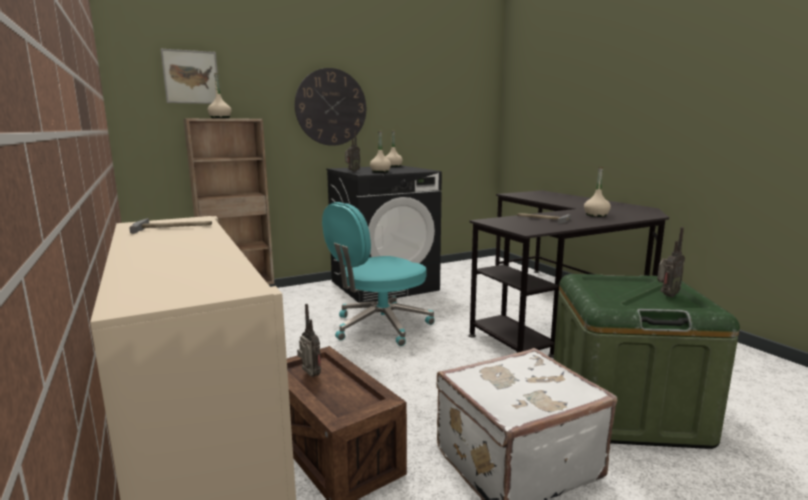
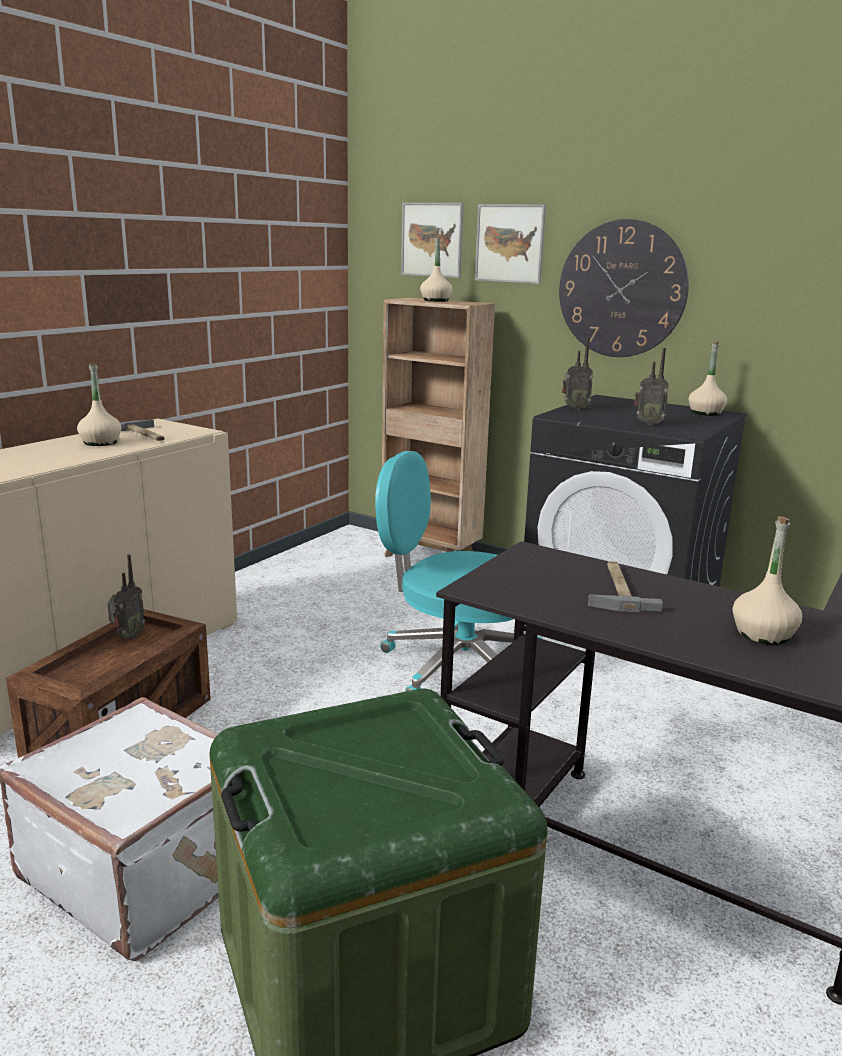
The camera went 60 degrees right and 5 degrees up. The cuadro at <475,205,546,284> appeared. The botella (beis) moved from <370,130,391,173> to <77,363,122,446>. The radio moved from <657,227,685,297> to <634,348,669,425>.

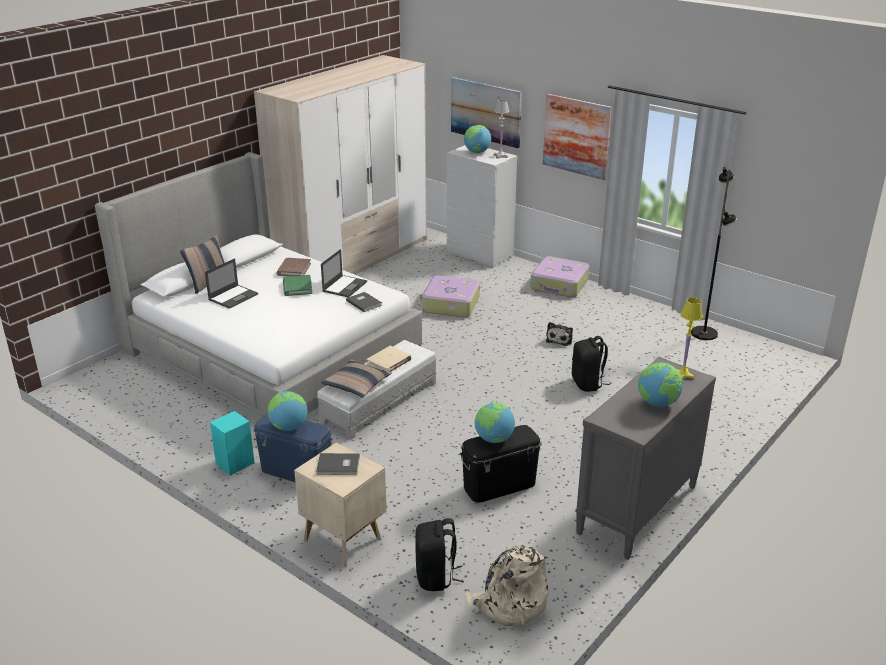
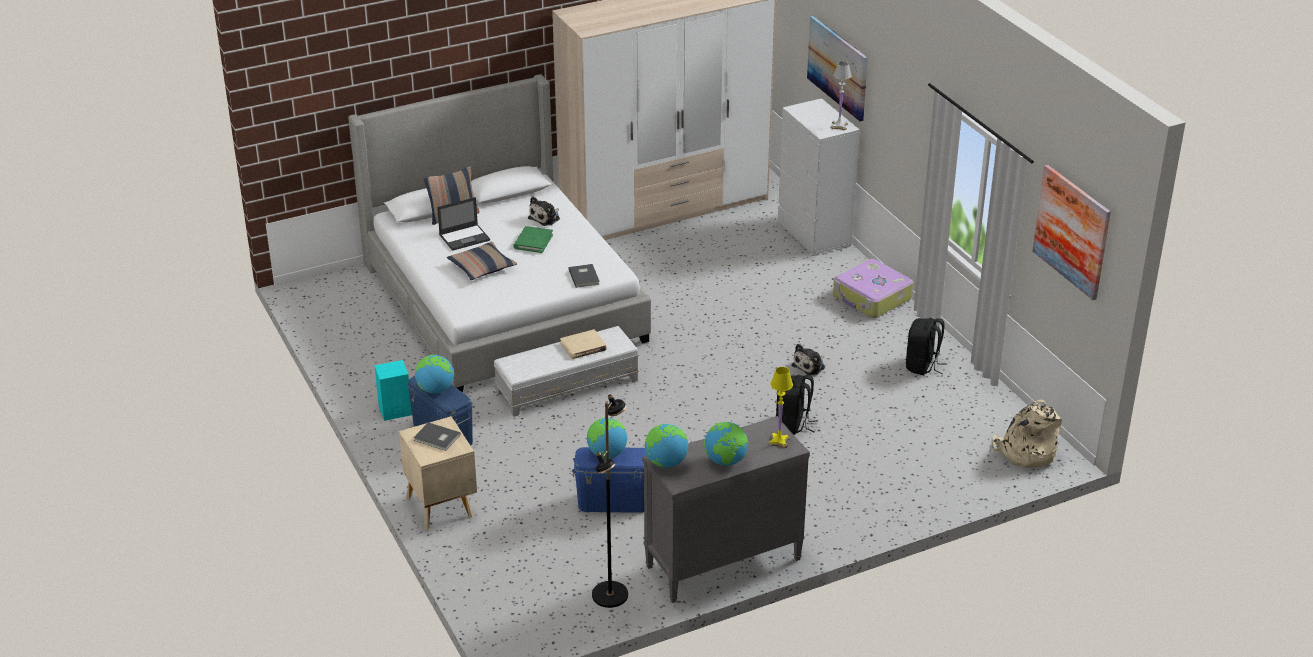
The camera went 25 degrees right and 5 degrees up. The portátil at <321,249,367,297> disappeared. The maleta at <420,275,480,317> disappeared. The cojín moved from <321,359,392,398> to <447,242,517,280>. The mochila (negro) moved from <415,518,464,591> to <906,318,947,375>. The globo terráqueo moved from <464,125,491,153> to <645,424,688,468>. The mochila (beis) moved from <466,542,549,627> to <992,399,1062,468>. The cuadro moved from <543,94,612,180> to <1033,165,1111,300>. The lámpara de pie (negro) moved from <691,167,737,340> to <592,394,628,608>. The libro (marrón) at <276,258,311,276> was replaced by the peluche at <528,196,560,226>. The caja de almacenaje (negro) at <460,425,542,503> became the caja de almacenaje (azul) at <572,447,647,513>.

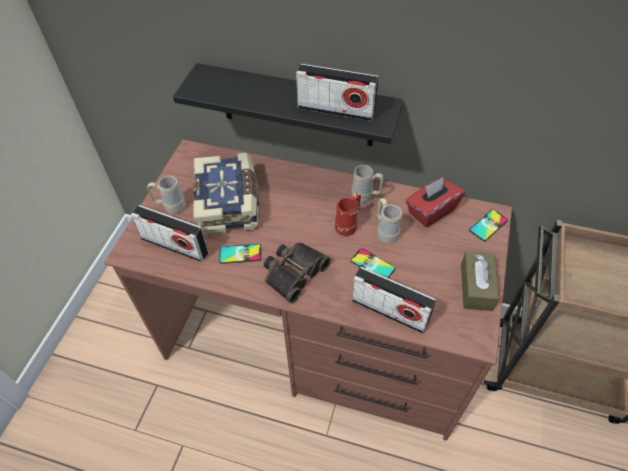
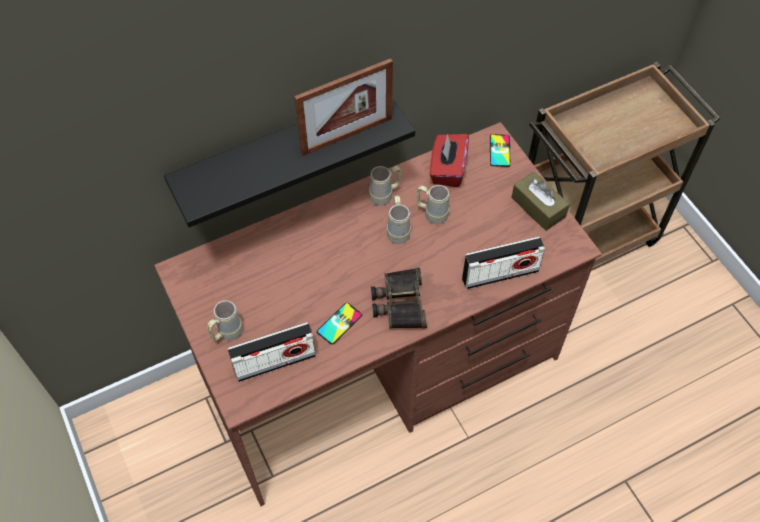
The camera went 45 degrees left and 5 degrees up. The libro at <193,153,259,235> disappeared. The móvil at <351,248,396,278> disappeared. The radio at <296,64,379,121> was replaced by the portarretratos at <294,58,393,156>. The taza grande (rojo) at <335,192,361,236> became the taza grande (beis) at <387,196,411,244>.

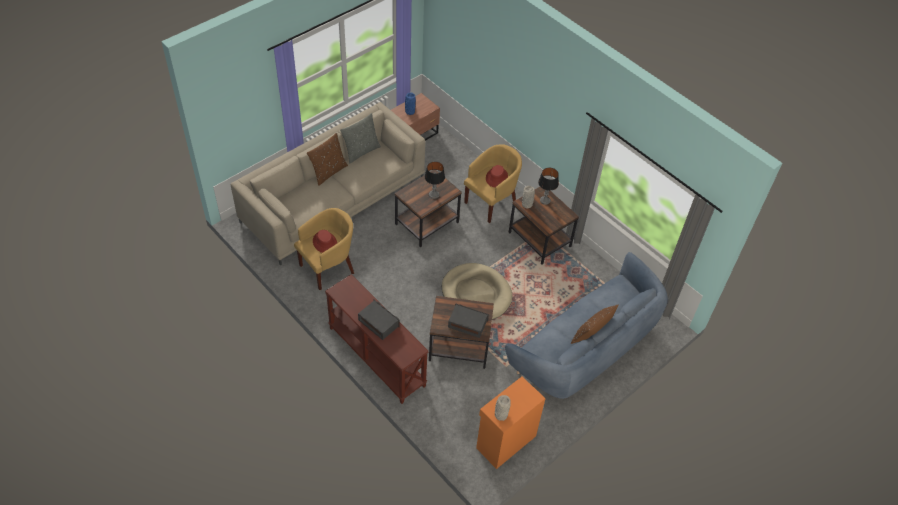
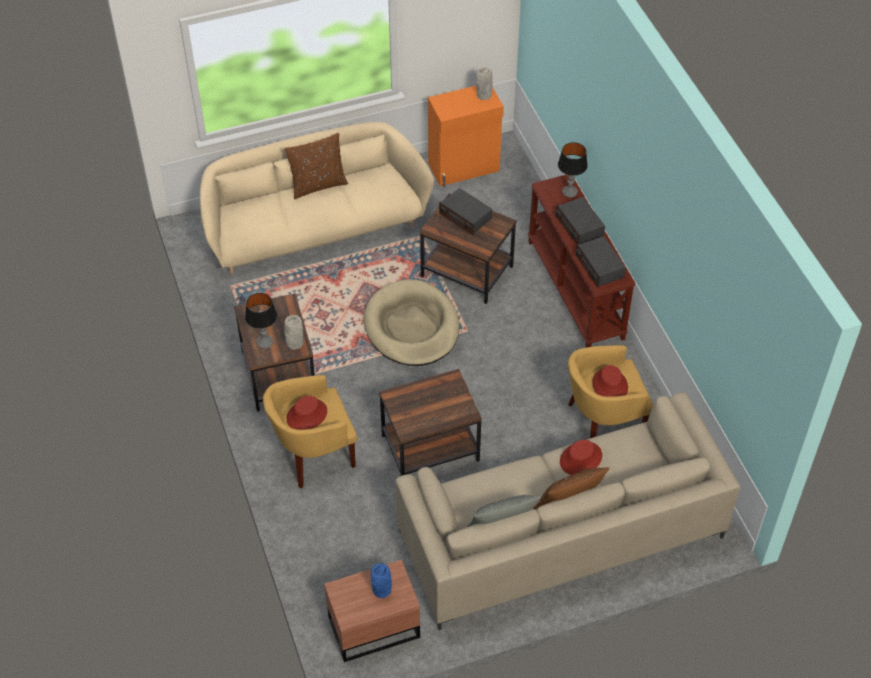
The camera went 155 degrees left and 0 degrees up. The sombrero (rojo) at <560,440,602,475> appeared. The radio at <576,236,626,288> appeared. The lámpara de mesa moved from <425,162,445,199> to <558,142,588,198>. The sofá (azul) at <505,252,668,399> became the sofá (beis) at <200,122,434,274>.

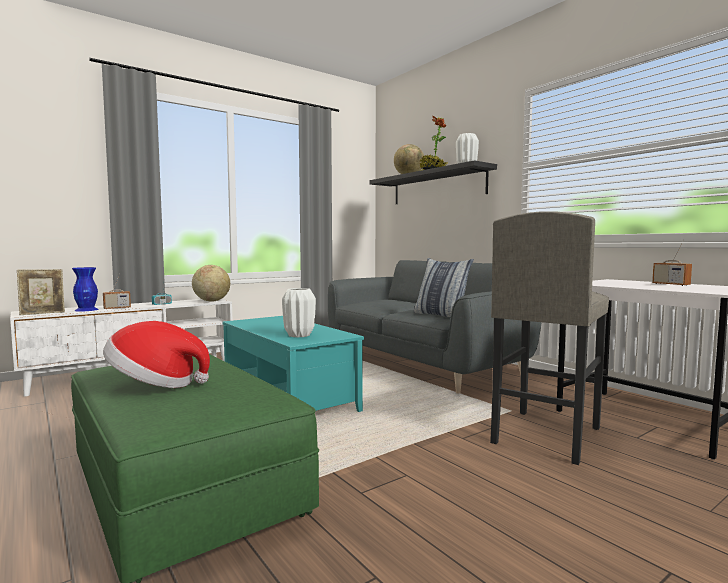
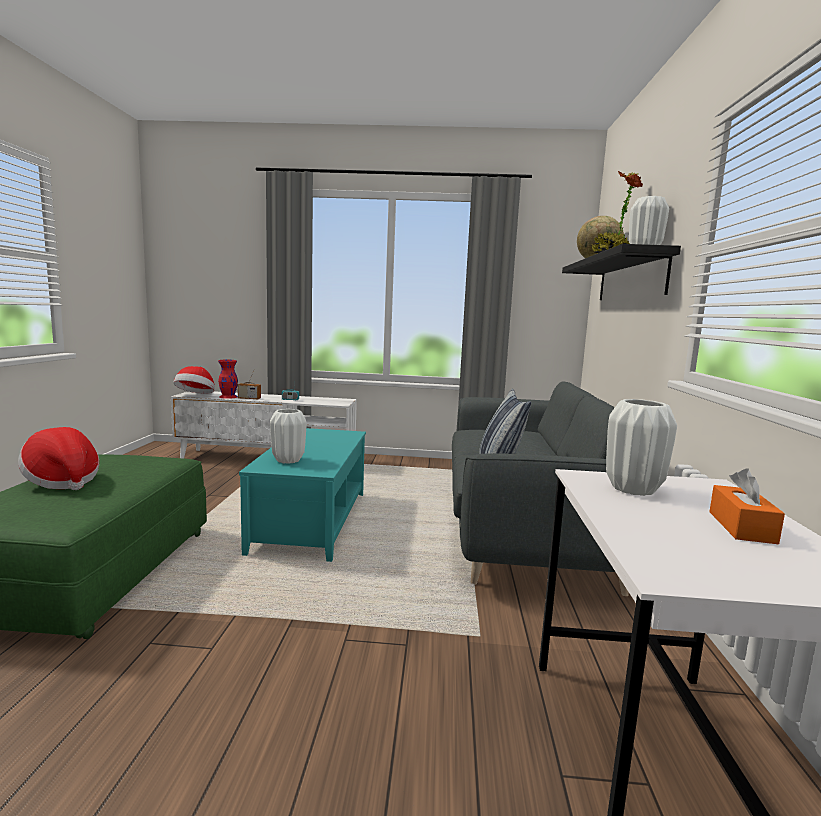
The camera went 40 degrees right and 5 degrees up. The globo terráqueo at <192,265,230,302> disappeared. The taburete (gris) at <490,211,609,465> disappeared. The florero (blanco) at <606,399,677,496> appeared. The portarretratos at <17,269,65,315> was replaced by the sombrero at <174,366,215,394>. The radio at <652,240,692,286> was replaced by the caja de pañuelos (naranja) at <709,468,785,544>. The florero (azul) at <72,267,99,312> became the florero (rojo) at <218,360,238,399>.

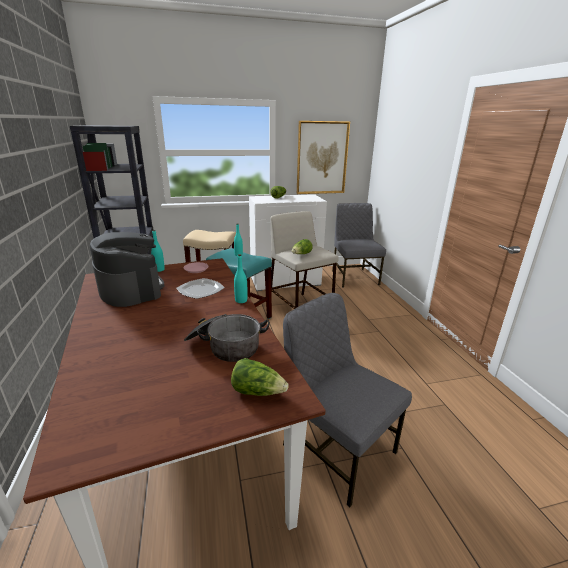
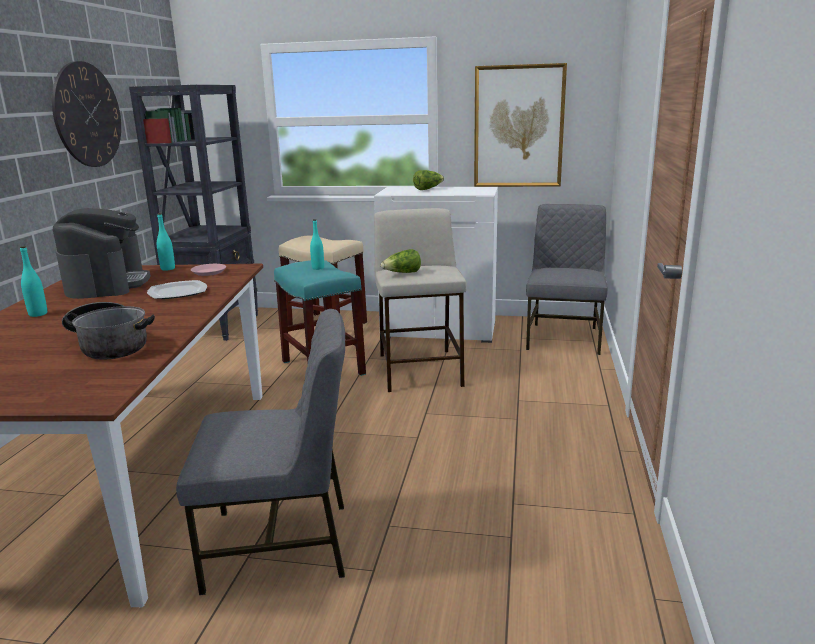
The camera went 25 degrees right and 5 degrees down. The lechuga at <231,358,289,396> disappeared. The reloj de pared at <52,61,121,167> appeared. The botella (turquesa) moved from <234,254,248,303> to <20,246,47,317>. The silla (gris) at <283,293,412,507> turned 105 degrees clockwise.

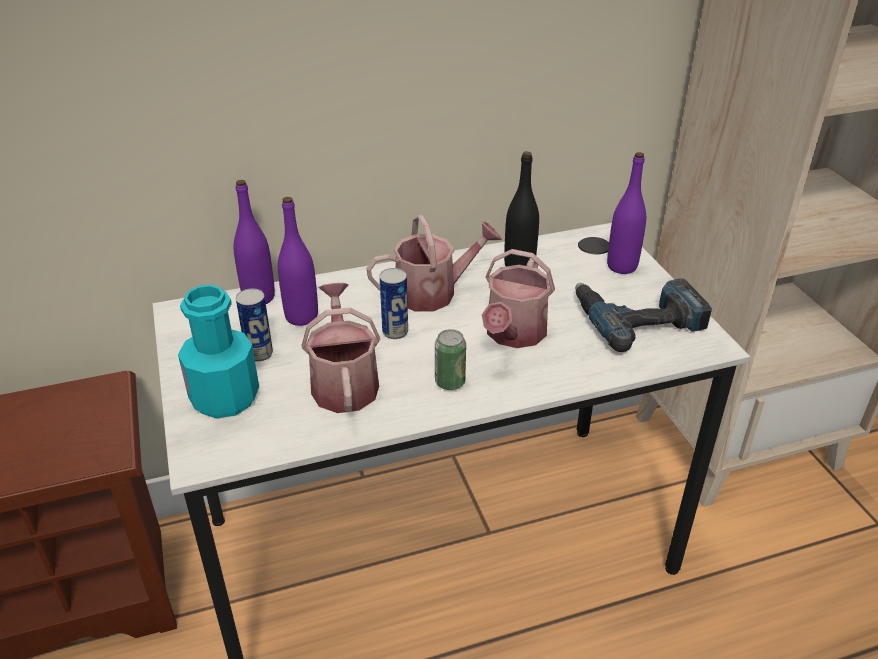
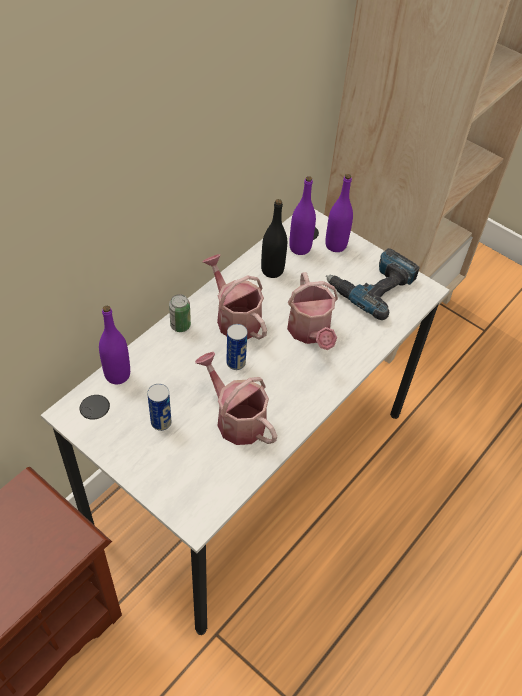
The camera went 35 degrees left and 15 degrees up. The botella (turquesa) at <178,285,259,419> disappeared. The botella (morado) moved from <278,197,318,326> to <289,176,316,255>. The lata moved from <435,329,466,390> to <169,294,191,332>. The regadera at <366,215,502,312> turned 75 degrees counterclockwise.

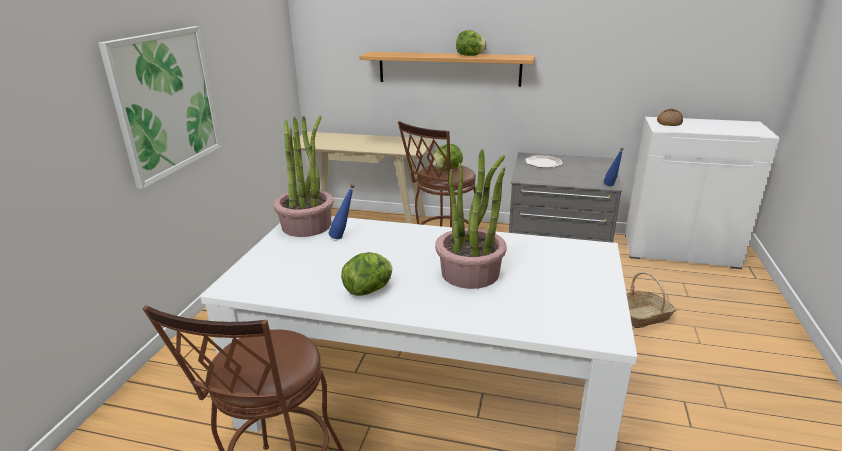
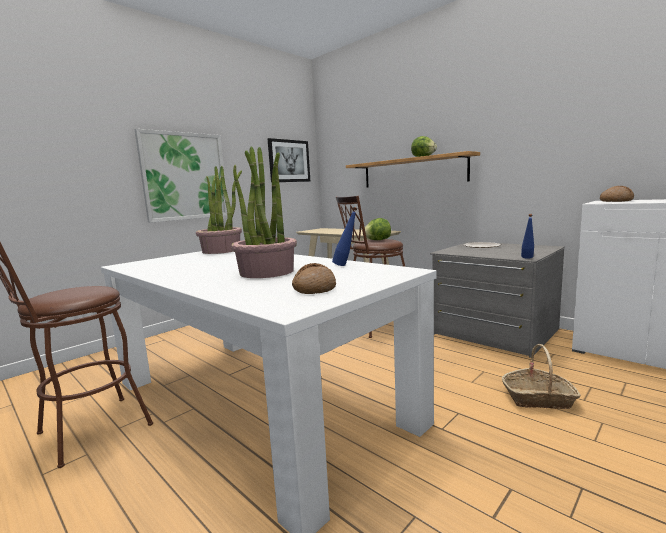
The camera went 30 degrees right and 15 degrees down. The lechuga at <341,252,392,296> disappeared. The cuadro at <268,138,310,182> appeared. The pan at <292,263,336,294> appeared. The botella (azul) moved from <328,184,355,239> to <332,207,358,266>.

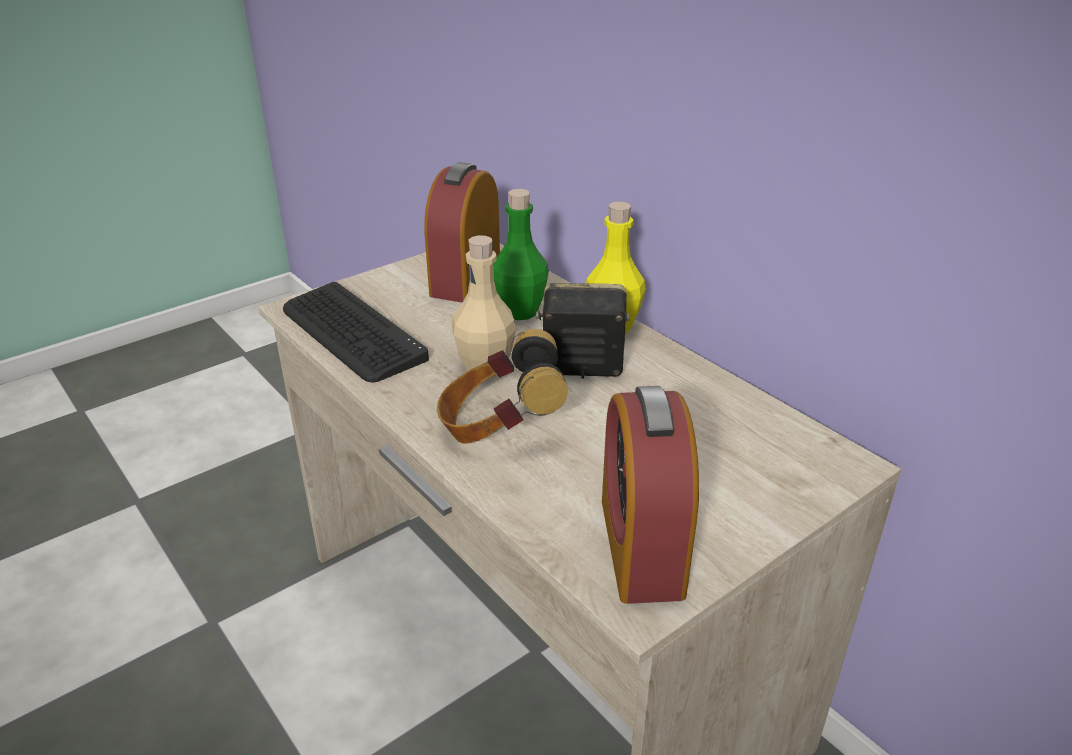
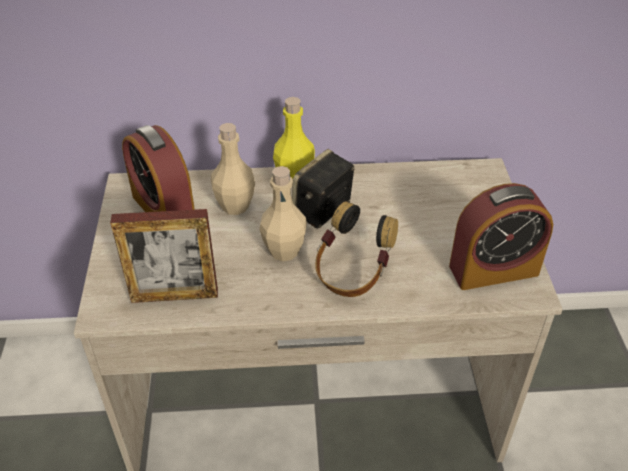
The camera went 55 degrees left and 10 degrees up. The teclado at <283,282,429,383> was replaced by the portarretratos at <110,209,218,303>. The botella (verde) at <493,189,549,320> became the botella (beis) at <211,123,255,215>. The despertador at <602,386,699,604> turned 45 degrees counterclockwise.

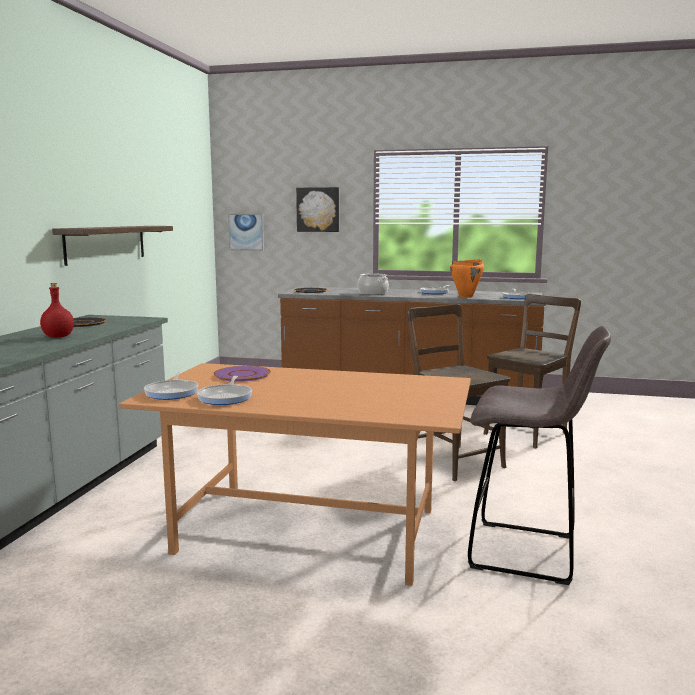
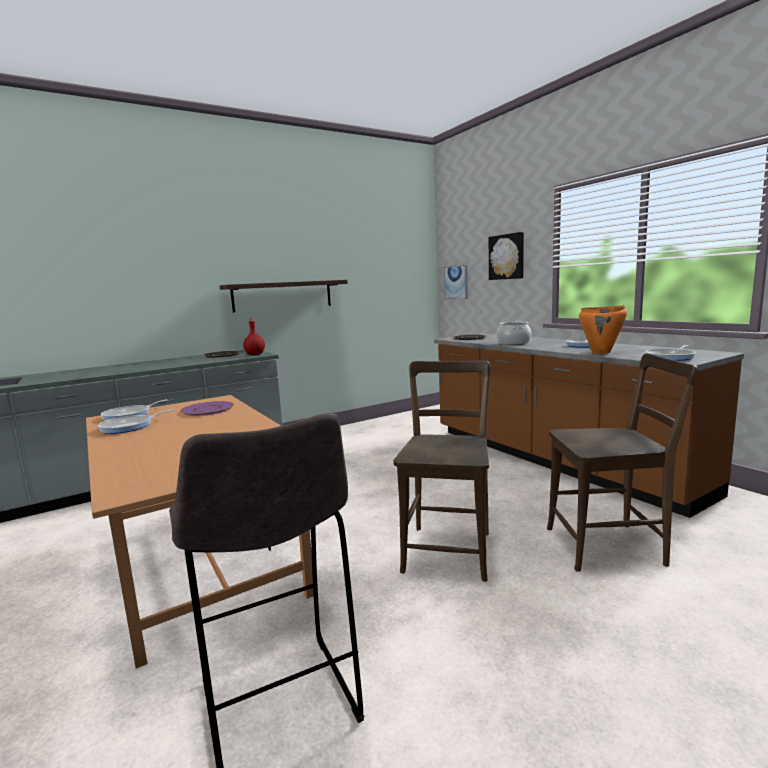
The camera went 45 degrees right and 0 degrees up. The botella (rojo) moved from <40,283,74,338> to <243,318,265,355>.

